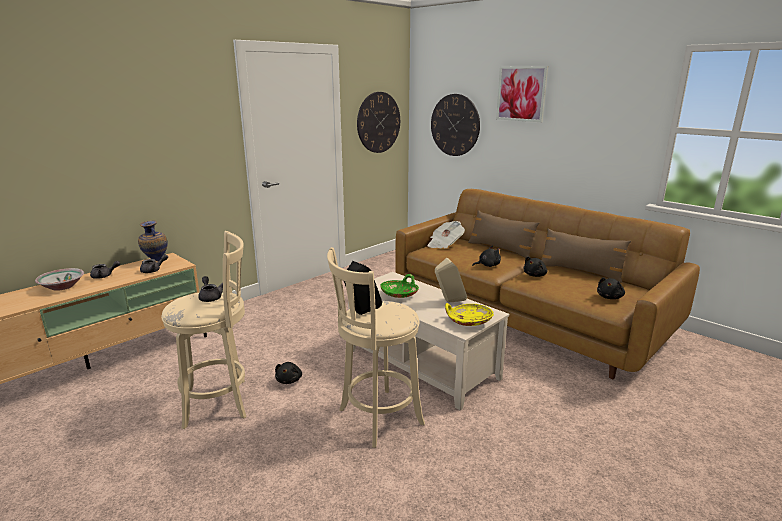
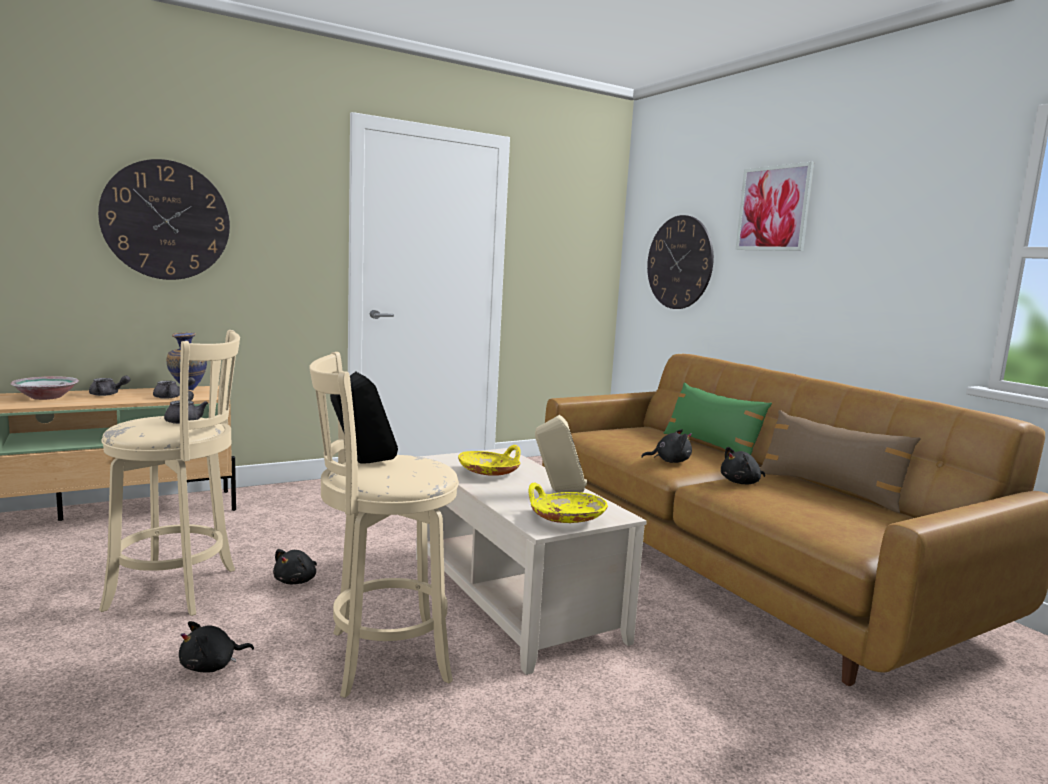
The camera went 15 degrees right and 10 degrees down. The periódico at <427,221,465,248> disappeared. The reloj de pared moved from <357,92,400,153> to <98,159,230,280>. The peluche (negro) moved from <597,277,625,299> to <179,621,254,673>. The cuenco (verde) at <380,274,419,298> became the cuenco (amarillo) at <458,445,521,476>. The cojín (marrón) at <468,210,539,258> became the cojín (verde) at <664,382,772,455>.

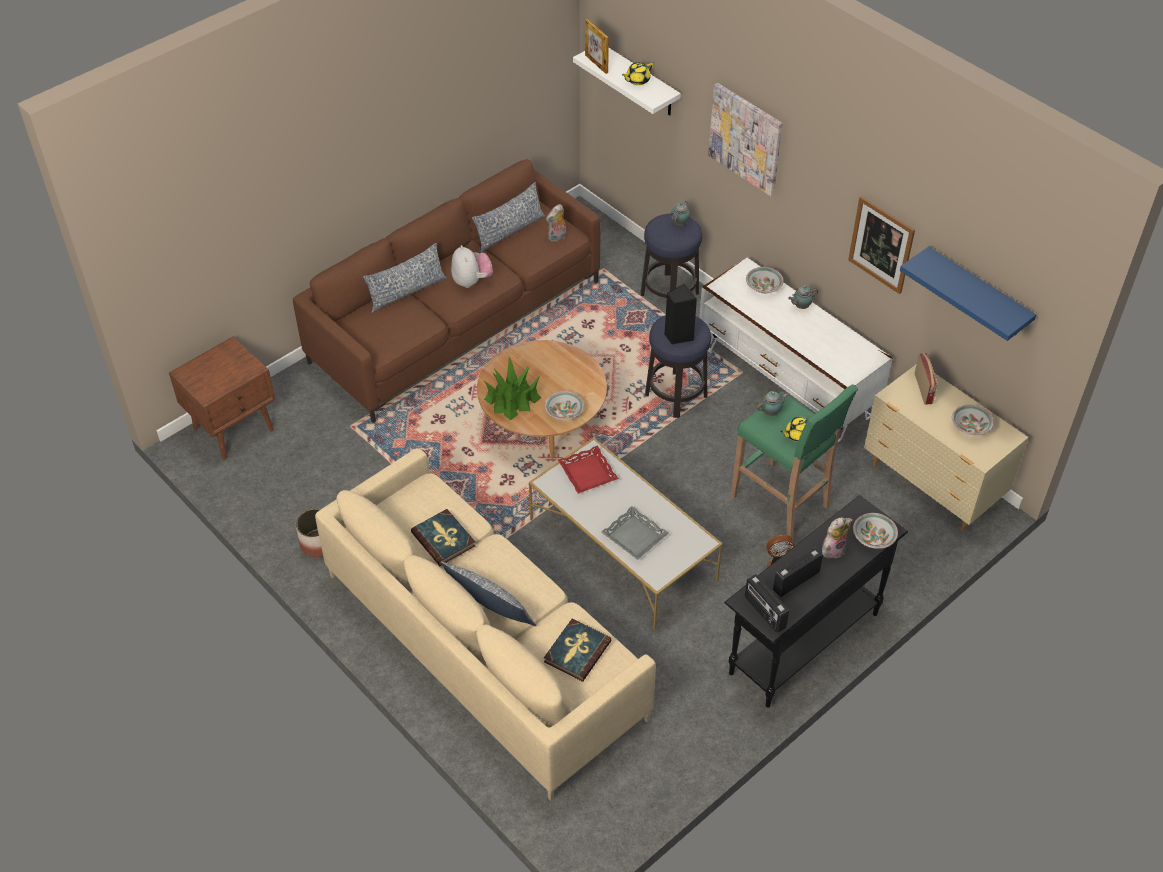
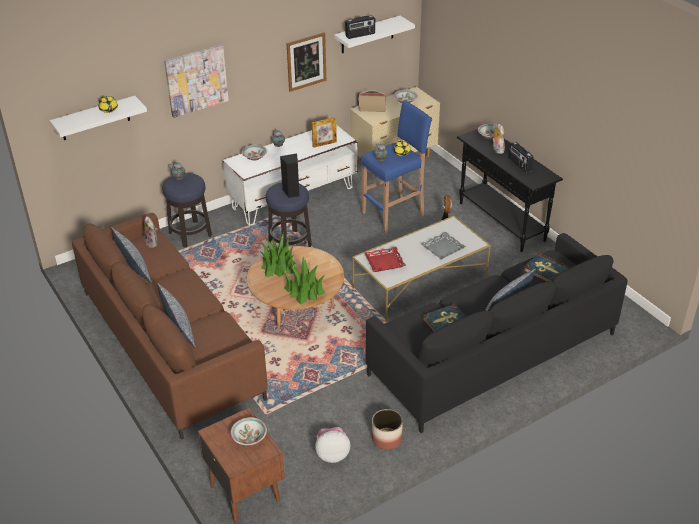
The camera went 80 degrees left and 10 degrees down. The planta en maceta at <261,233,295,277> appeared. The peluche moved from <451,245,493,288> to <315,427,350,463>. The cuenco moved from <545,391,584,420> to <230,417,267,445>. The portarretratos moved from <585,19,609,74> to <312,117,337,148>. The radio moved from <745,574,789,633> to <345,15,375,39>. The sofá (beis) at <315,448,656,801> became the sofá (negro) at <366,233,627,433>. The taburete (verde) at <731,384,858,538> became the taburete (azul) at <361,100,432,233>. The estante (azul) at <900,246,1036,341> became the estante (blanco) at <334,16,415,53>.

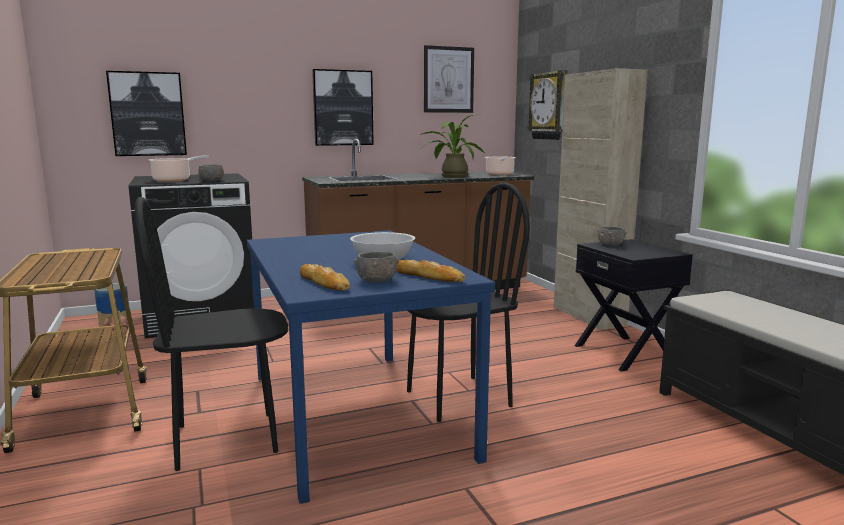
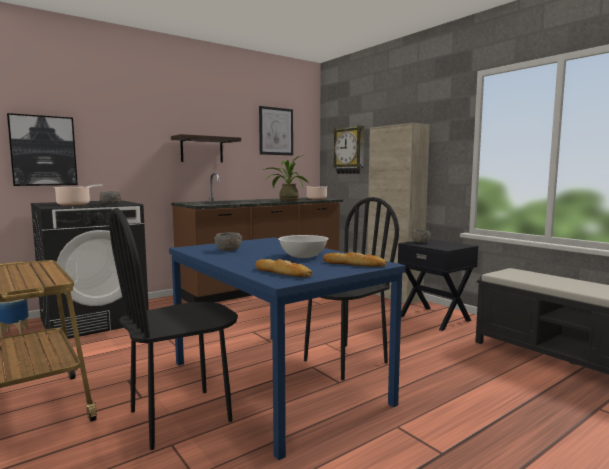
The camera went 15 degrees left and 5 degrees down. The cuenco (gris) moved from <354,251,399,282> to <214,232,243,251>. The cuadro at <312,69,374,146> was replaced by the estante at <171,134,241,163>.

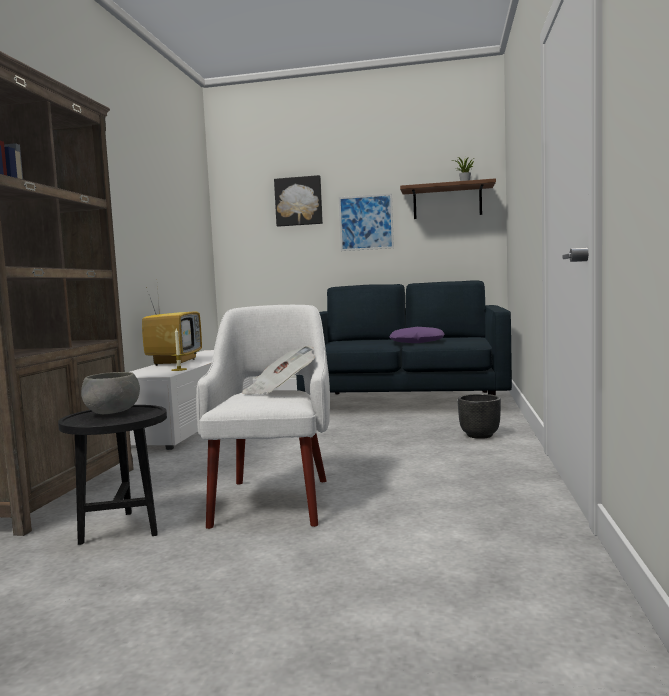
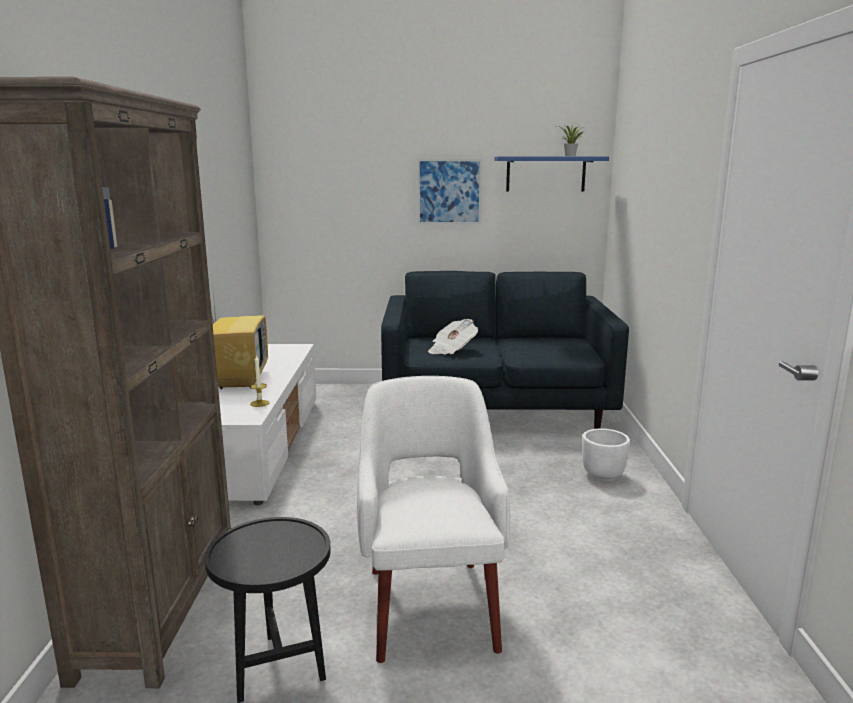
The camera went 10 degrees left and 10 degrees up. The cuenco (gris) at <81,372,140,414> disappeared. The cuadro at <274,175,323,227> disappeared. The cojín (morado) at <389,327,444,343> disappeared. The periódico moved from <242,346,315,395> to <428,319,478,355>. The estante (marrón) at <400,178,496,219> became the estante (azul) at <495,156,609,191>. The maceta (negro) at <458,394,501,439> became the maceta (blanco) at <582,429,630,481>.

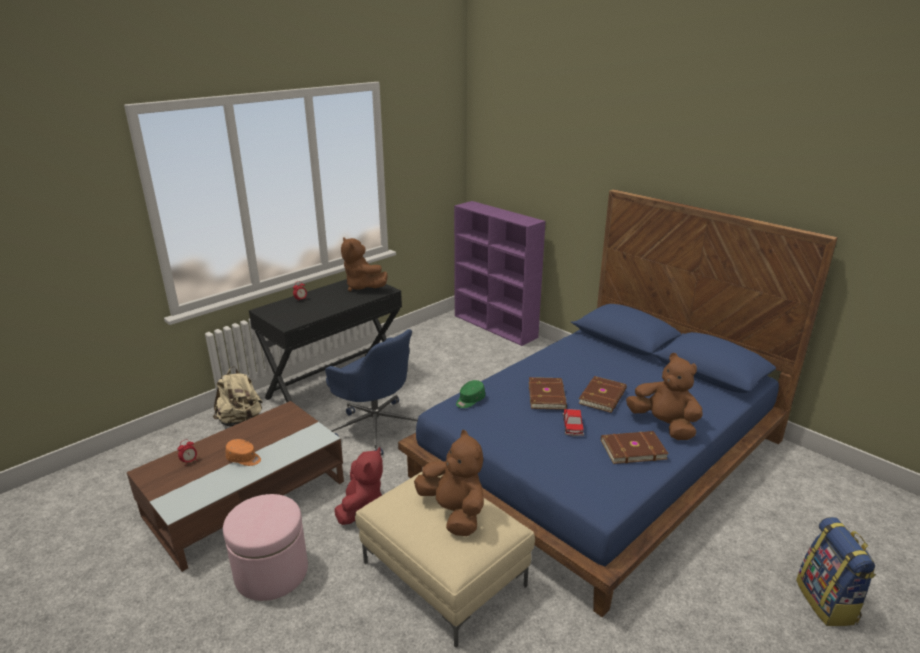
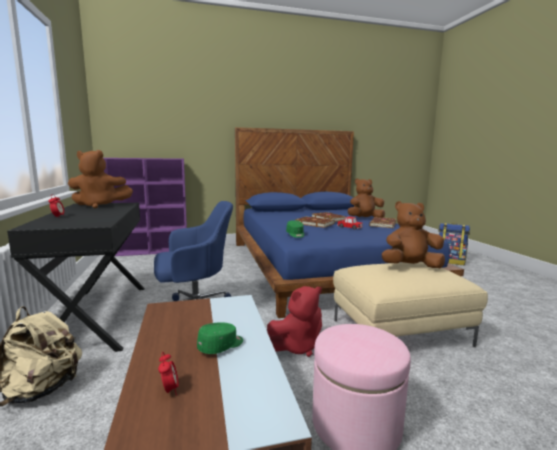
The camera went 60 degrees left and 15 degrees down. The gorra (naranja) at <225,439,261,466> became the gorra (verde) at <197,322,243,354>. The peluche (rojo) at <334,447,383,525> turned 105 degrees clockwise.

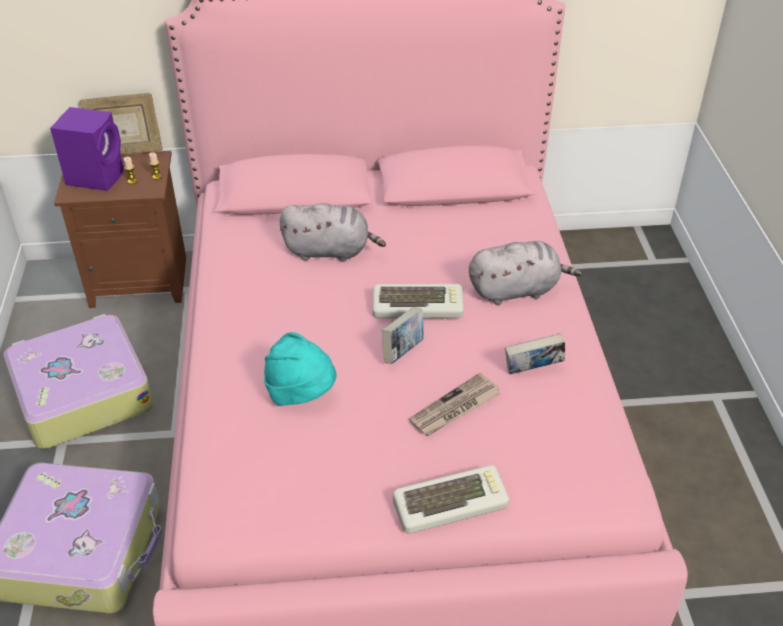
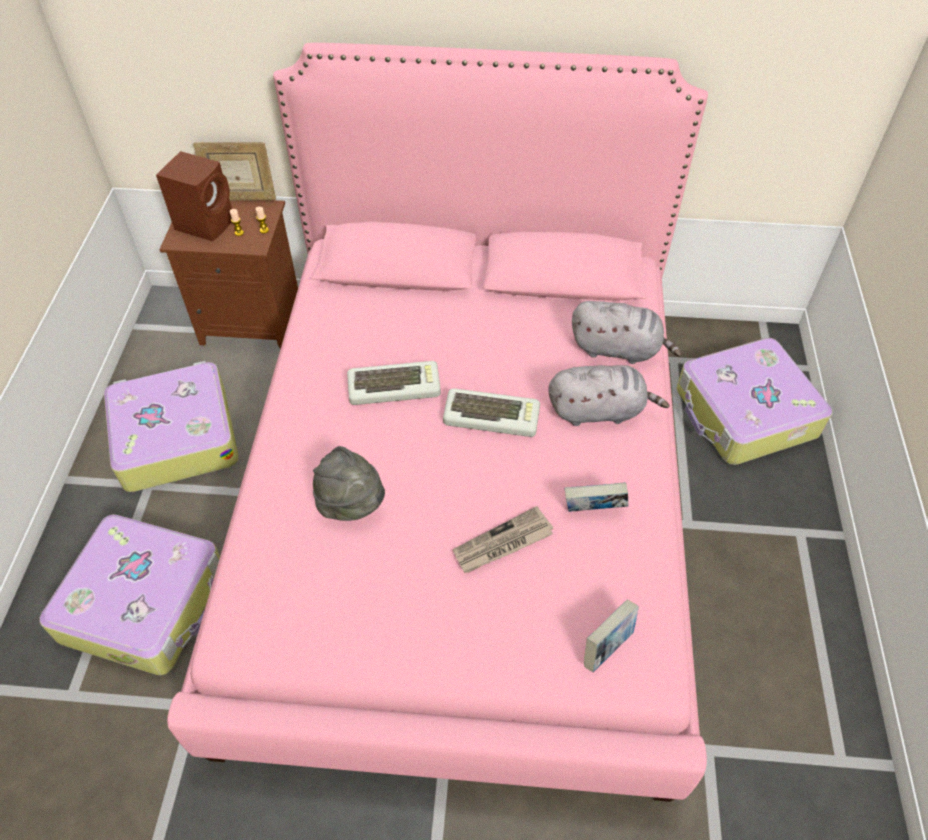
The camera went 10 degrees right and 10 degrees up. The maleta at <677,338,832,465> appeared. The peluche (gris) moved from <280,203,386,262> to <572,301,682,364>. The libro moved from <382,307,424,364> to <584,600,639,672>. The teclado moved from <393,465,509,534> to <347,361,441,405>. The altavoz (morado) at <50,107,124,191> became the altavoz (marrón) at <156,151,232,241>. The sombrero (turquesa) at <264,332,337,406> became the sombrero (gris) at <313,446,385,521>.

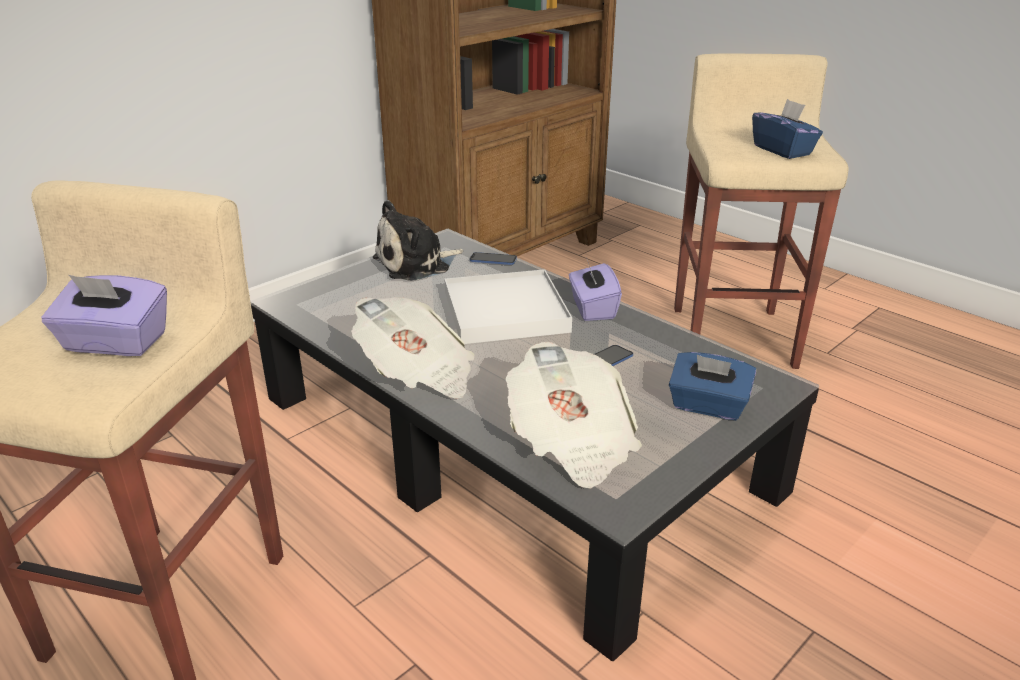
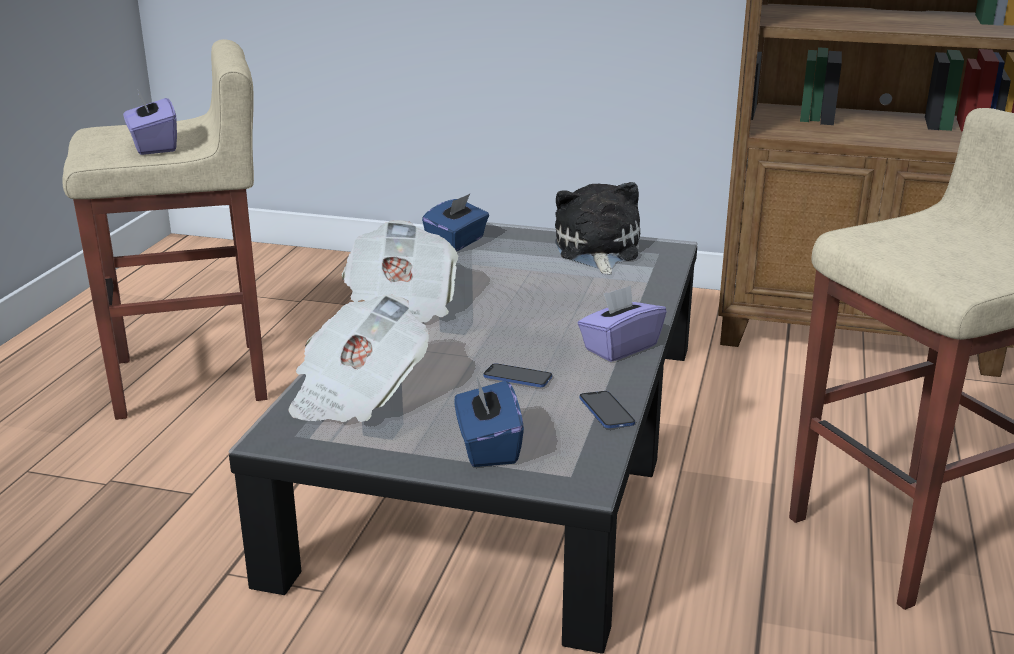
The camera went 60 degrees right and 5 degrees down. The bandeja (blanco) at <444,269,572,344> disappeared. The móvil moved from <470,252,517,265> to <579,391,635,428>. The caja de pañuelos (azul) moved from <752,99,823,159> to <422,194,489,251>. The peluche at <373,200,463,281> turned 60 degrees clockwise.

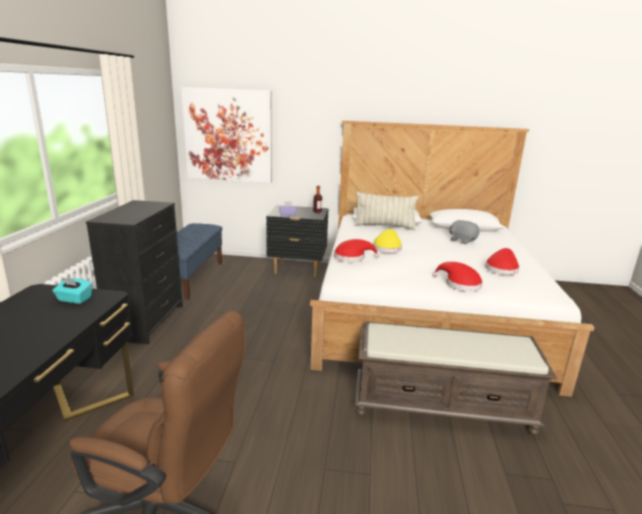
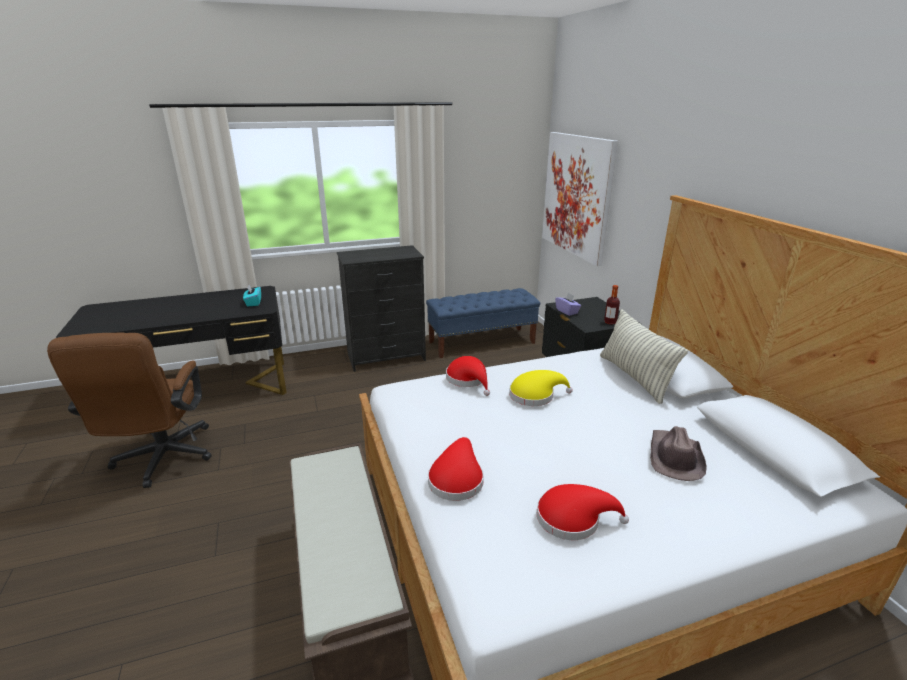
The camera went 65 degrees right and 5 degrees up. The peluche (gris) at <449,220,480,244> was replaced by the sombrero (marrón) at <650,426,707,481>.

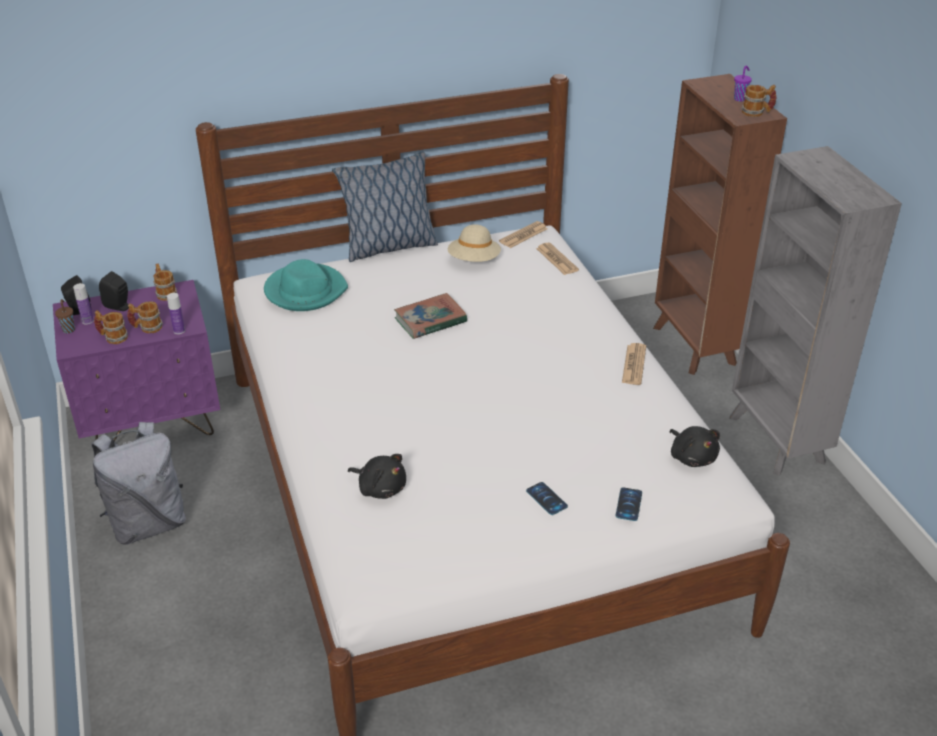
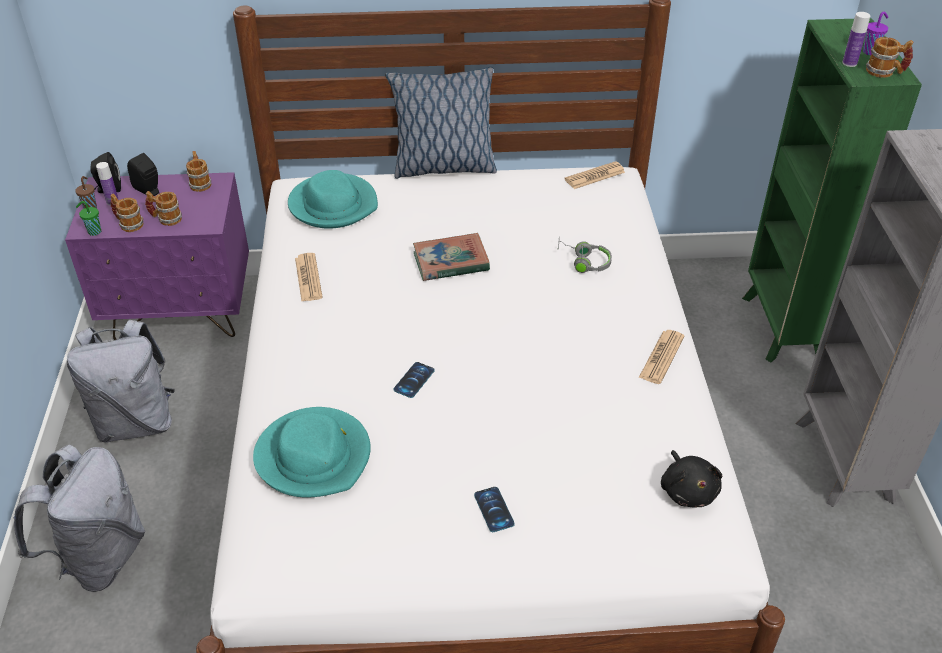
The camera went 15 degrees right and 5 degrees up. The sombrero (beis) at <448,224,501,262> disappeared. The mochila (gris) at <14,445,145,592> appeared. The taza (verde) at <76,201,101,236> appeared. The auriculares (gris) at <558,237,612,273> appeared. The botella moved from <167,293,185,334> to <842,12,870,67>. The periódico moved from <536,243,579,275> to <295,253,323,301>. The móvil moved from <615,487,642,521> to <393,362,435,398>. The peluche (negro) at <348,454,406,499> was replaced by the sombrero (turquesa) at <253,407,371,498>. The estantería (marrón) at <653,74,787,375> became the estantería (verde) at <742,18,922,362>.

